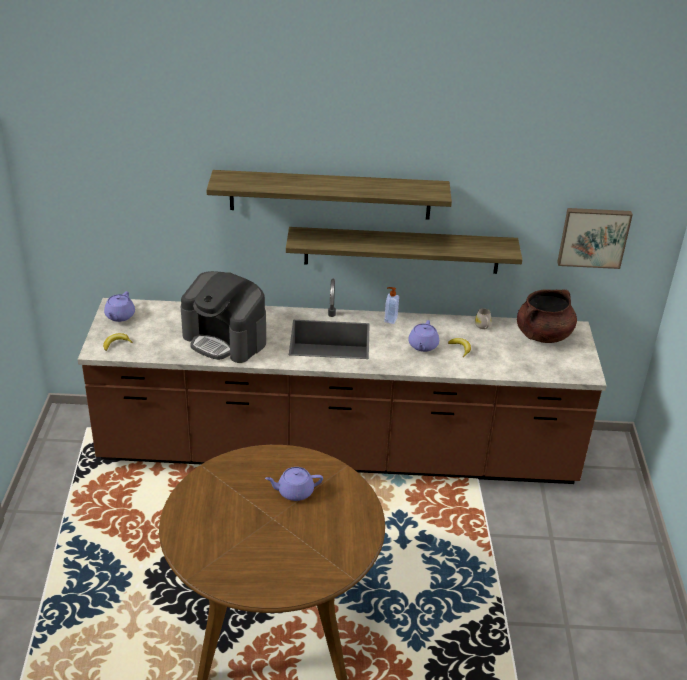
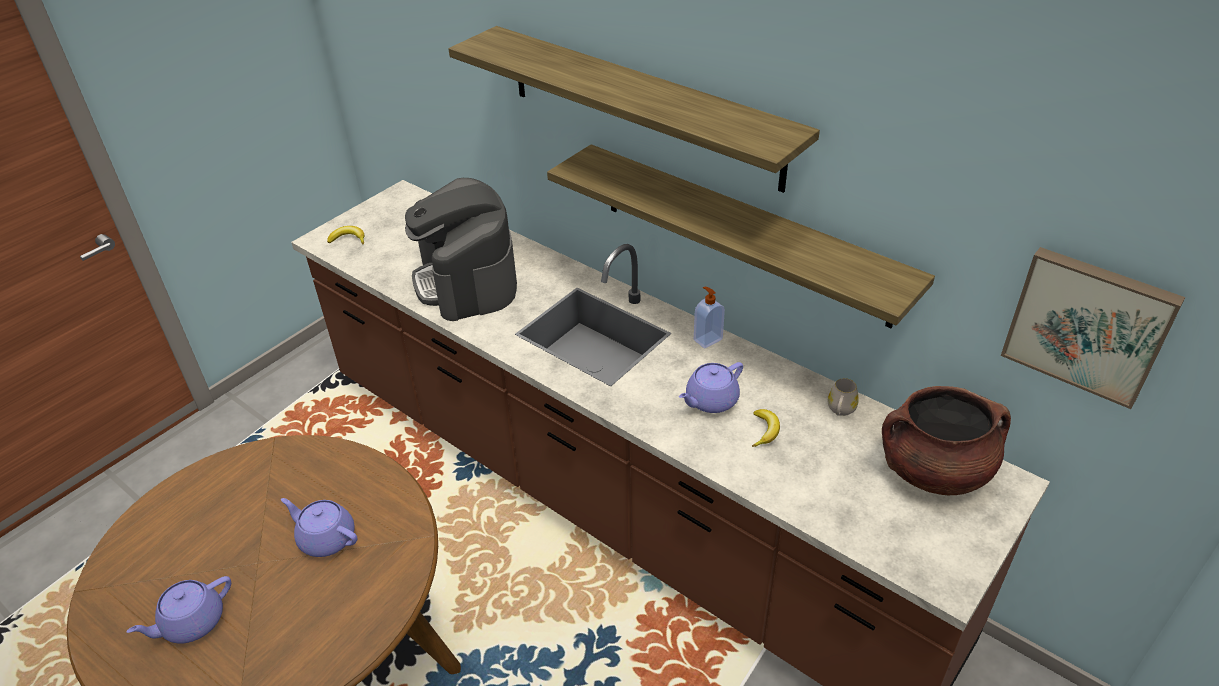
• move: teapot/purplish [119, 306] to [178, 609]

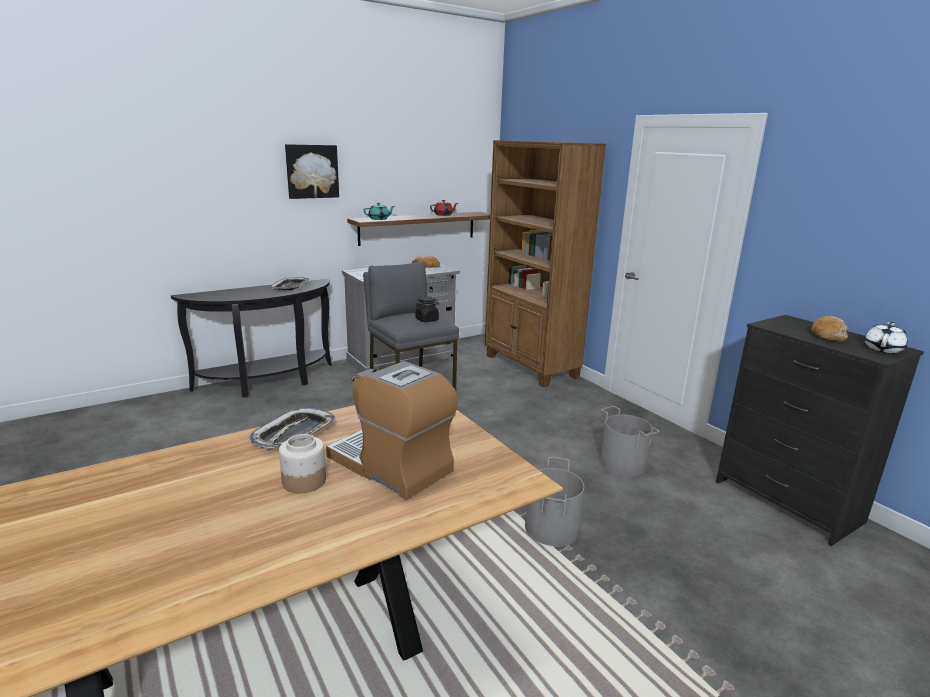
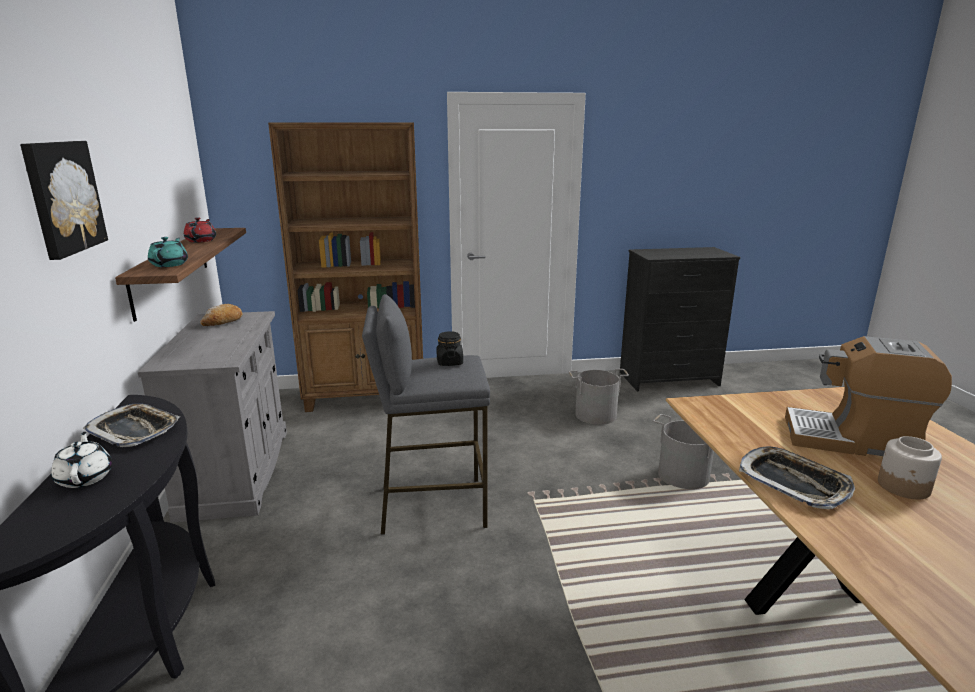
• delete: baked bread [829, 329]
• move: teapot/white [886, 337] to [81, 460]
• rotate: coffee maker [392, 430] = [868, 396] 45 degrees clockwise

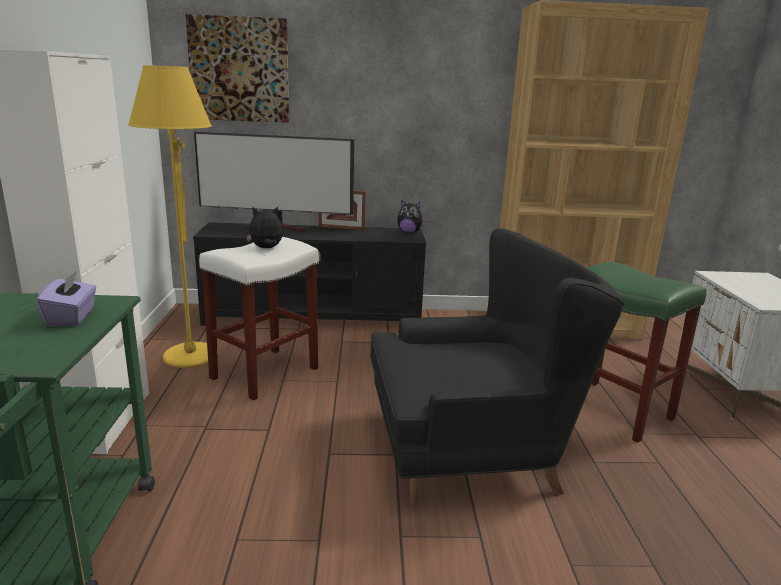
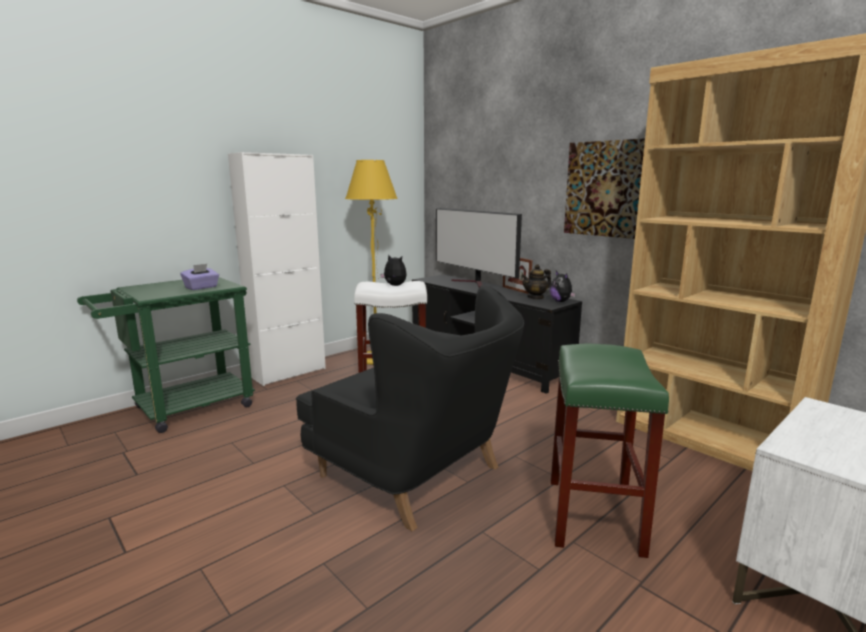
• insert: teapot [536, 282]
• move: wall picture [237, 68] to [604, 188]

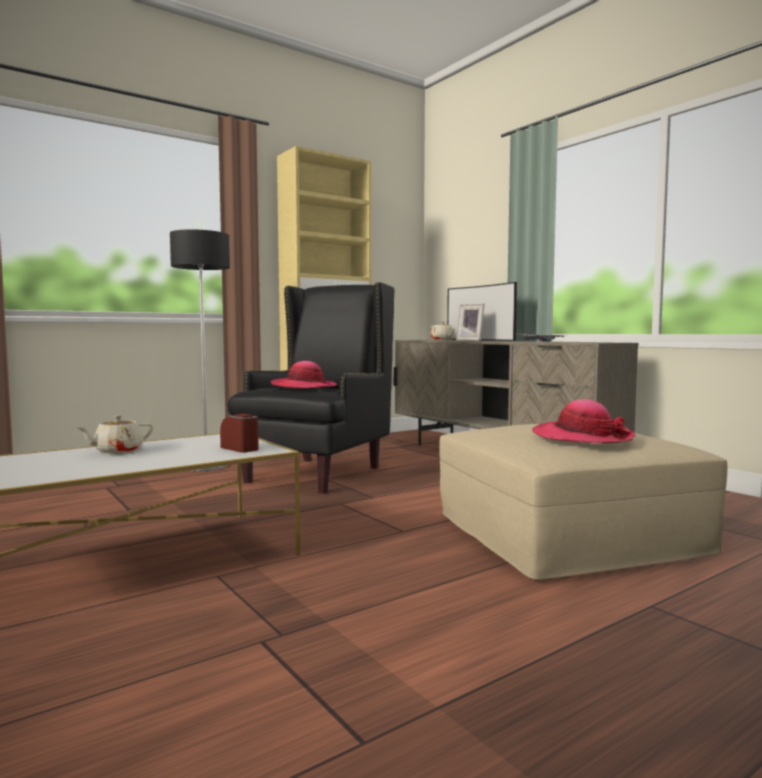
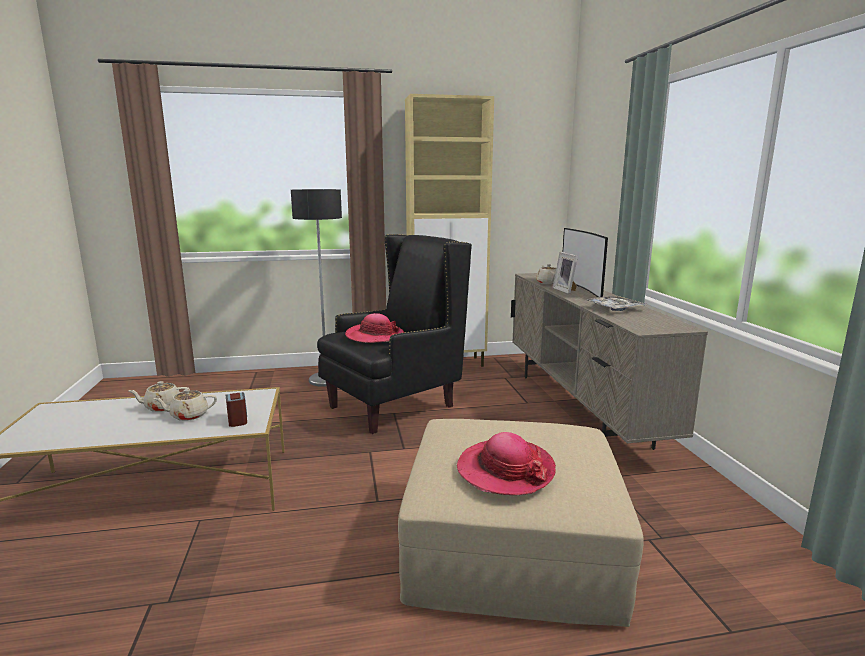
• insert: teapot/beige-coloured [185, 405]

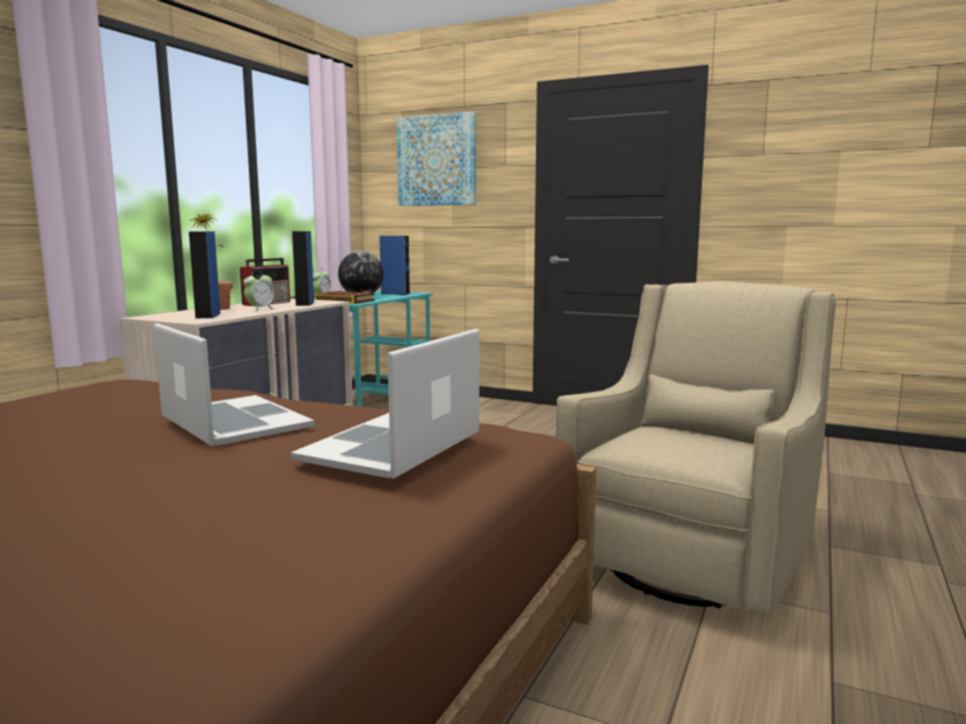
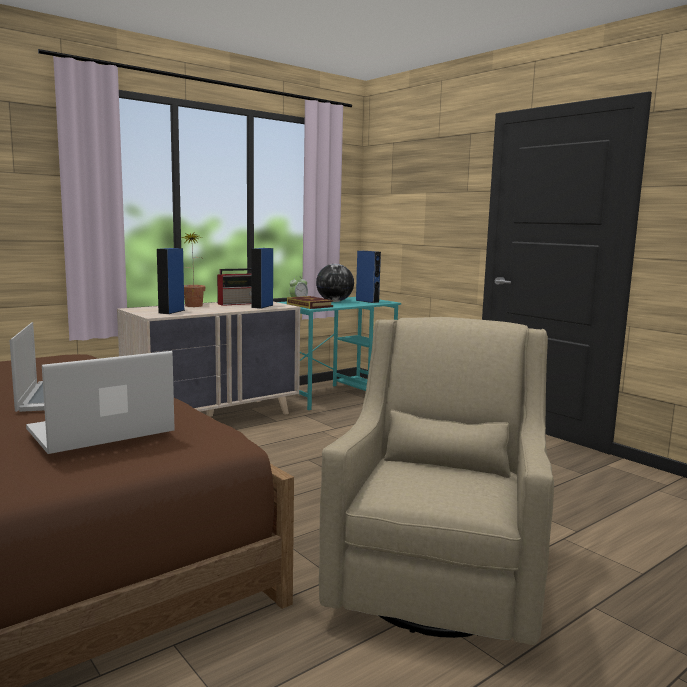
• delete: table clock [259, 291]
• delete: wall picture [436, 158]
• rotate: lounge chair/beige-coloured [695, 449] = [436, 481] 45 degrees counterclockwise

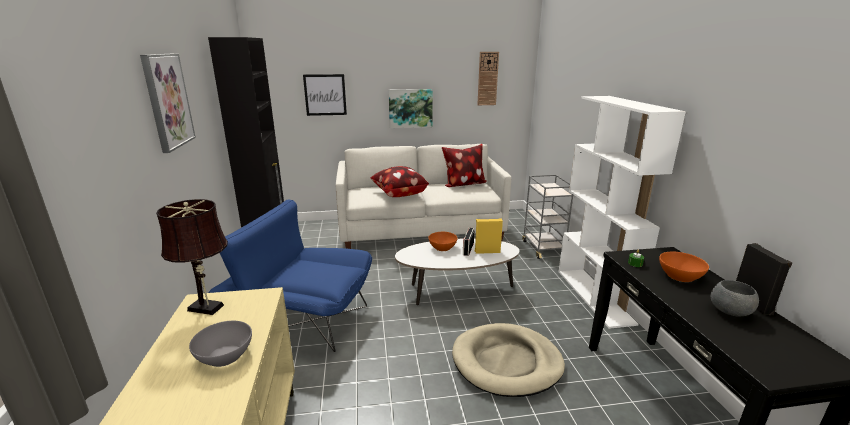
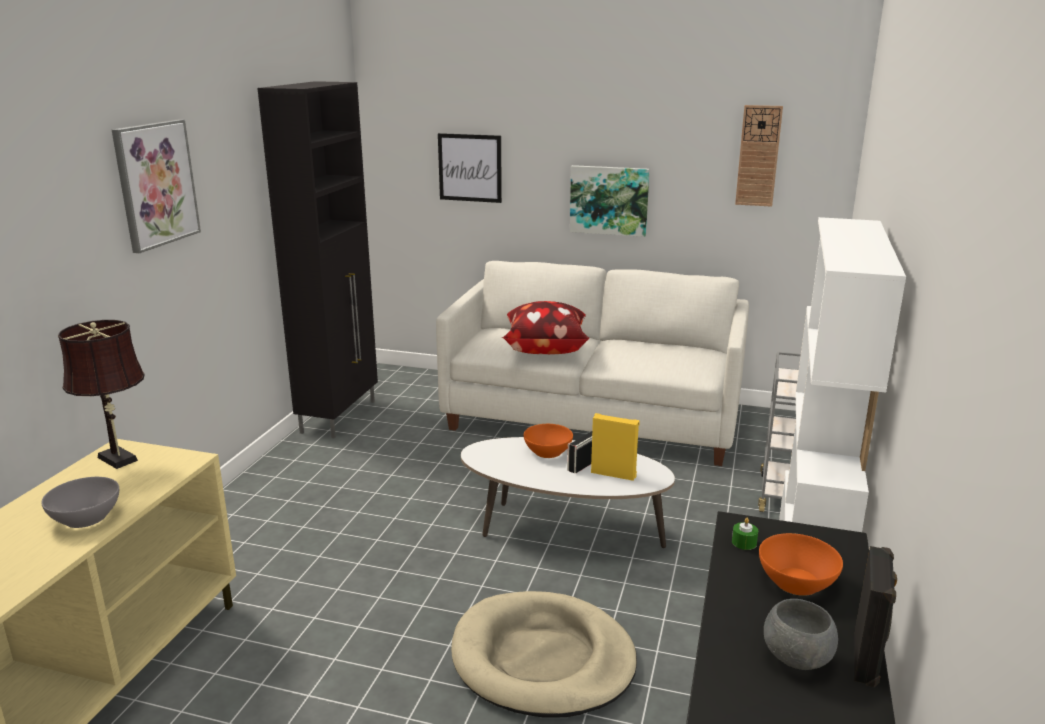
• delete: lounge chair/bluish [290, 276]
• delete: throw pillow [464, 165]

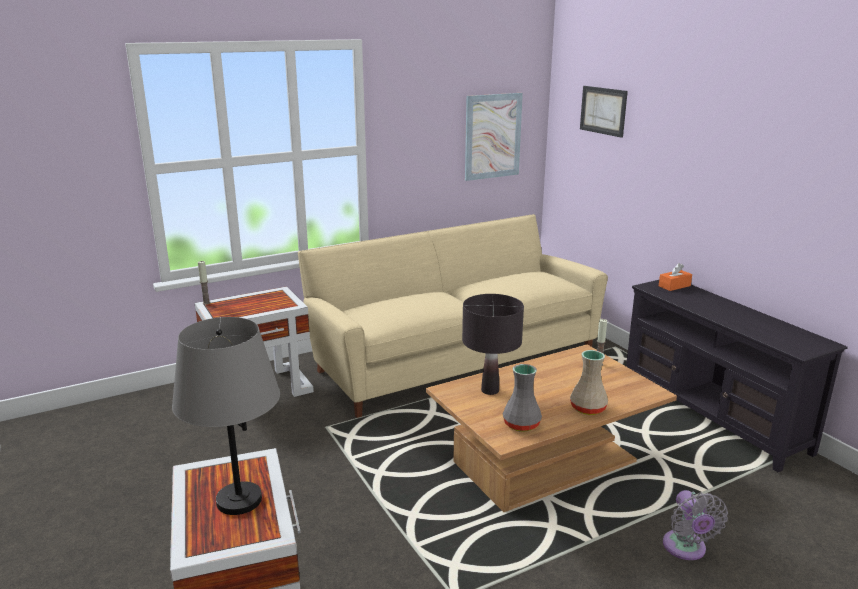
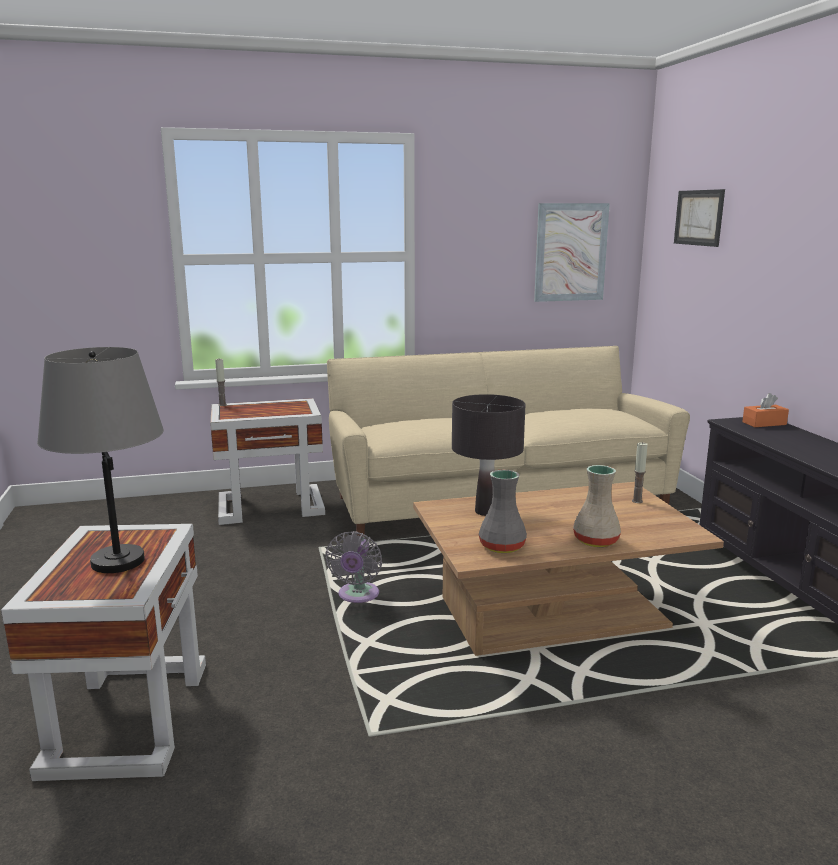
• move: fan/gray [695, 525] to [353, 567]

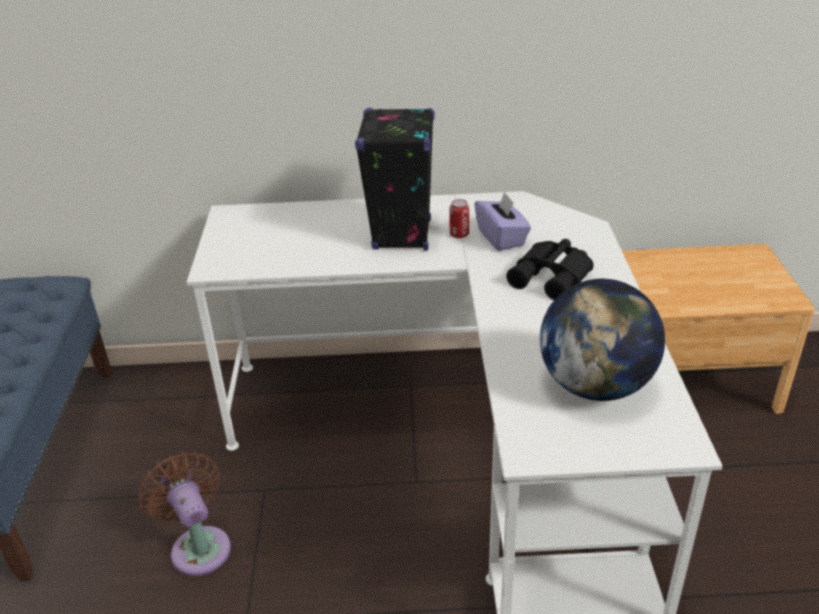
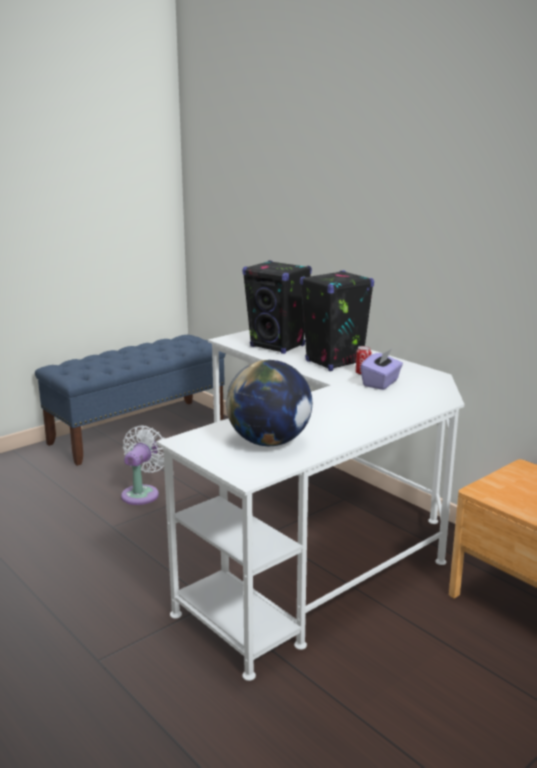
• delete: pair of binoculars/black [549, 269]
• insert: audio speaker/black [277, 307]
• recolor: fan/brownish [184, 514] to fan/white [142, 465]

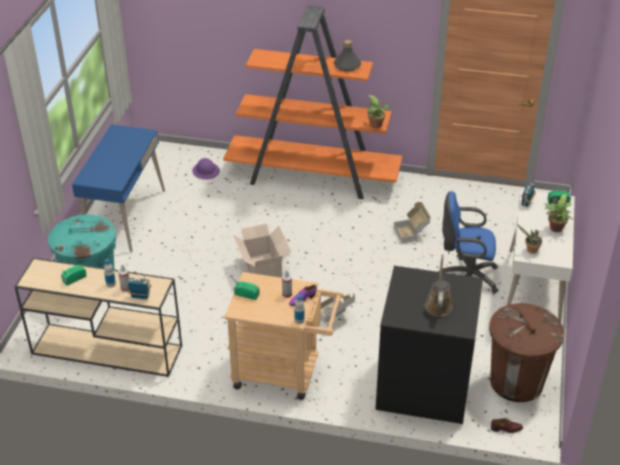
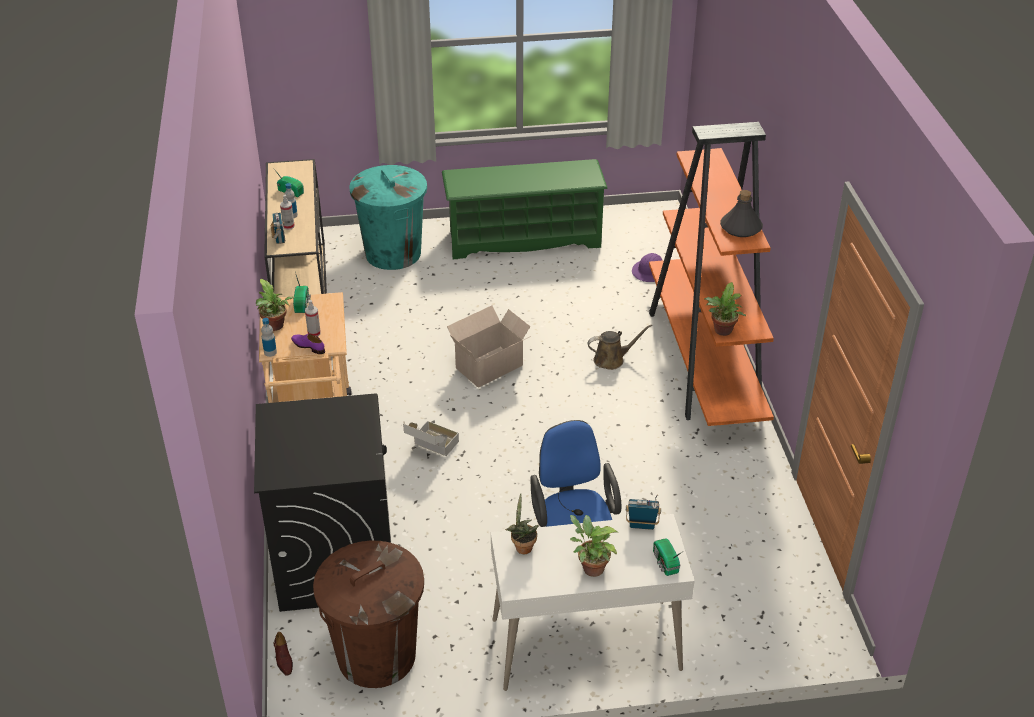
• delete: carton [411, 222]
• insert: houseplant [275, 305]
• move: watering pot/brownish [438, 285] to [619, 347]
• replace: desk unit/bluish [118, 188] to shoe stand/green-coloured [525, 209]

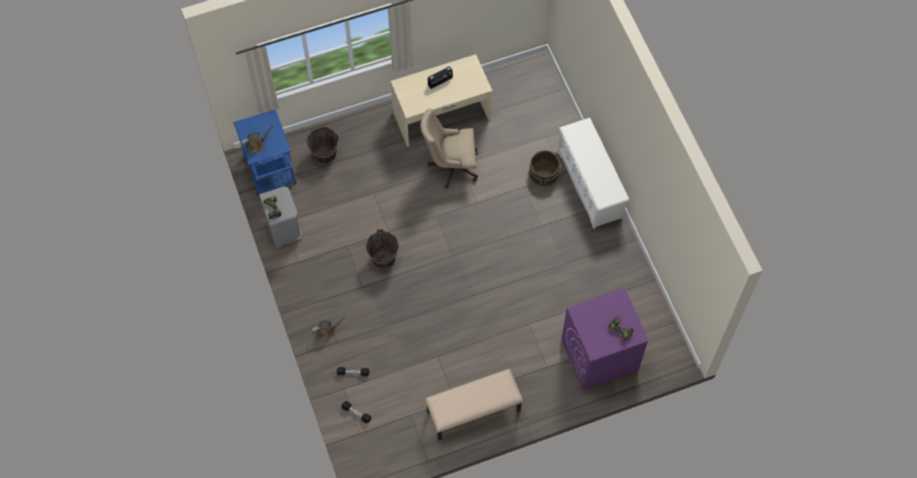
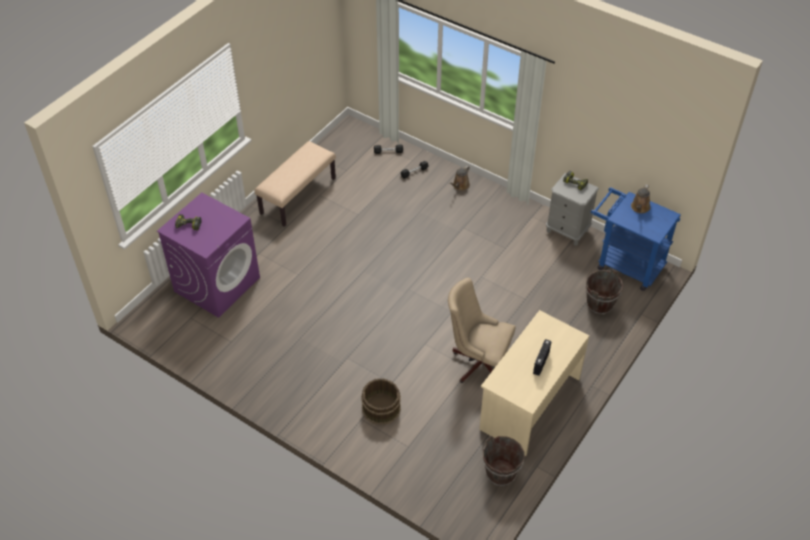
• delete: shoe stand/white [593, 173]
• move: bucket/brownish [382, 249] to [504, 461]
• rotate: computer chair/beige-coloured [449, 149] = [482, 330] 120 degrees counterclockwise

